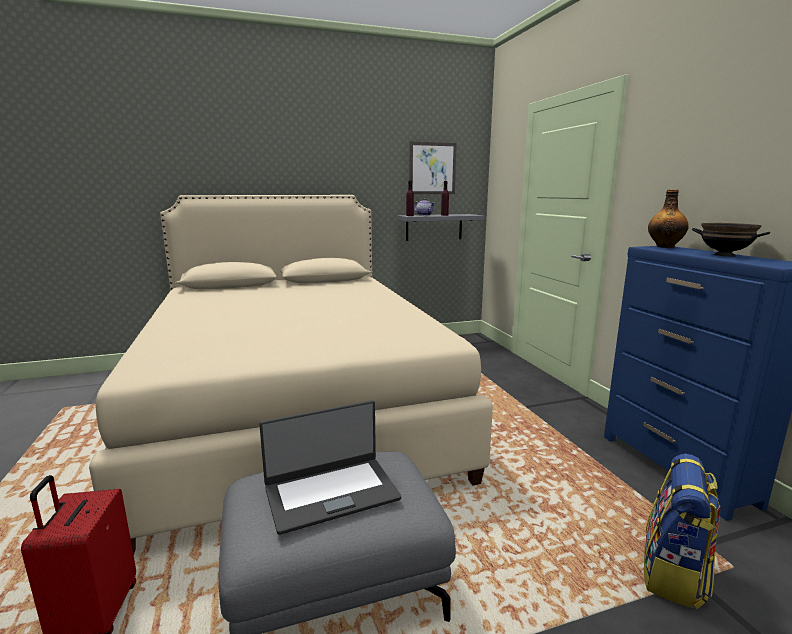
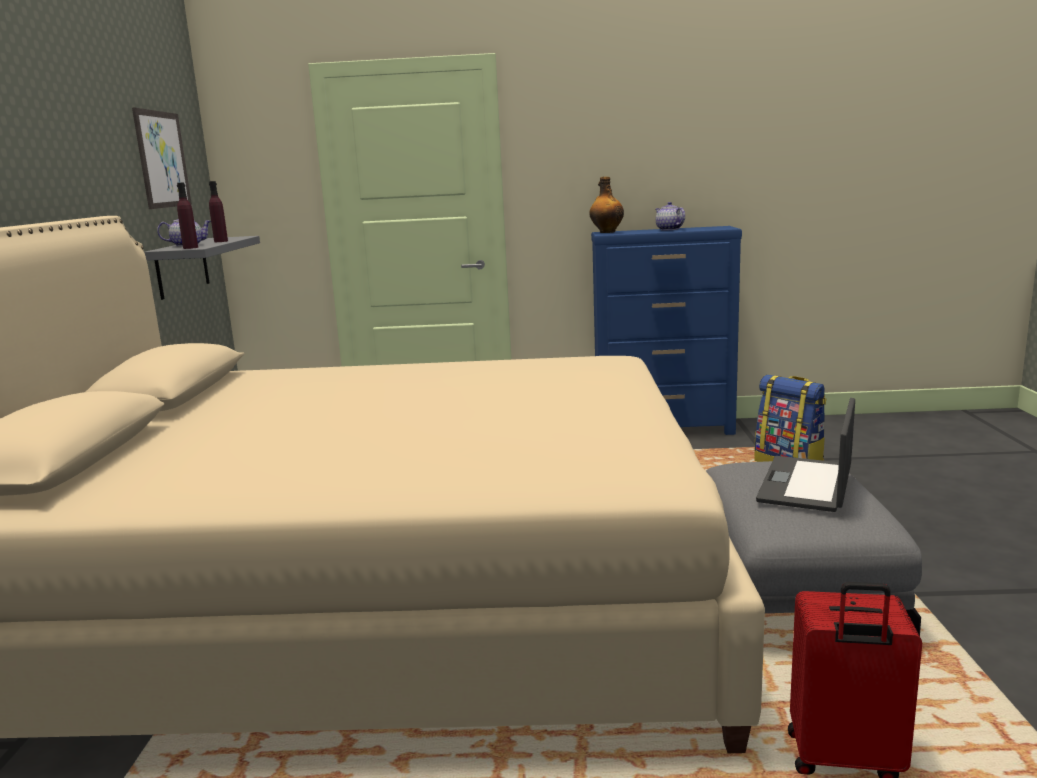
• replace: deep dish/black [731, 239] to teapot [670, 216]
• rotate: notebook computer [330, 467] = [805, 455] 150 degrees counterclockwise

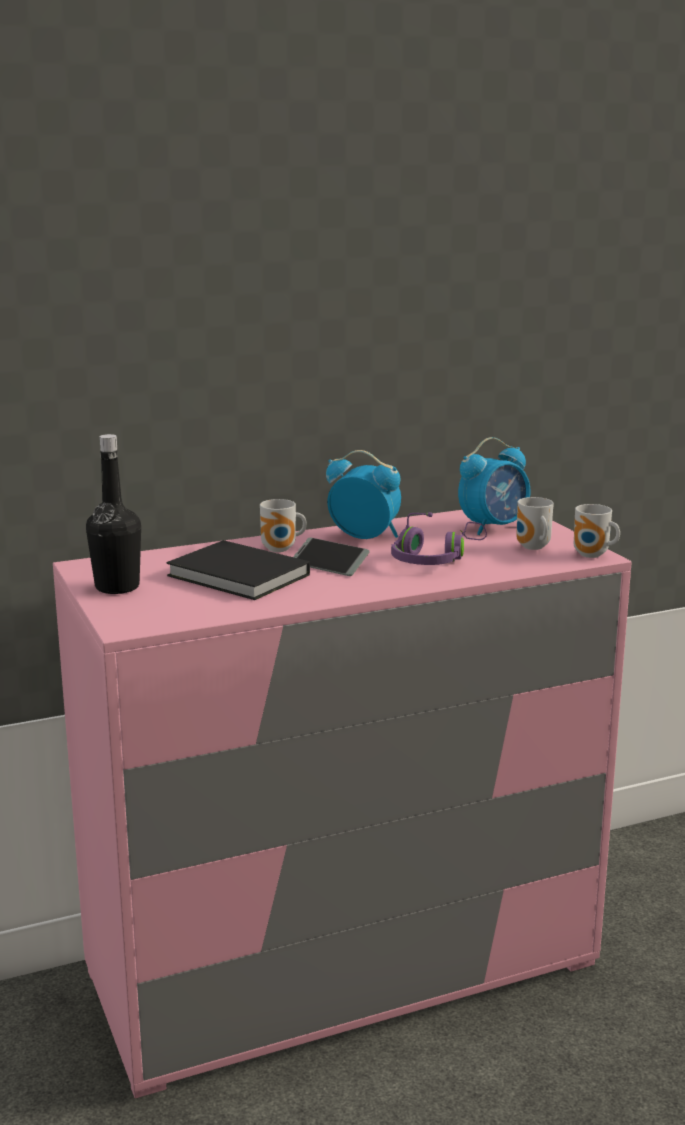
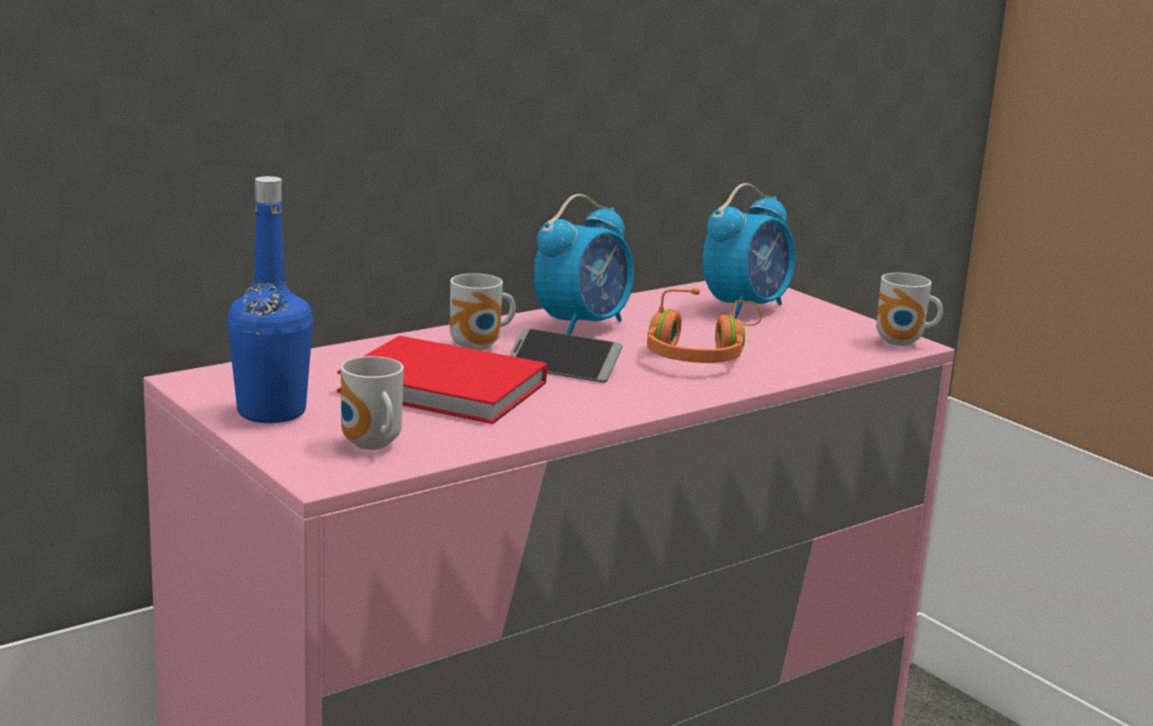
• move: coffee mug [535, 523] to [372, 403]
• recolor: beverage bottle/black [113, 514] to beverage bottle/bluish [270, 299]
• recolor: volume/black [238, 570] to volume/reddish [442, 380]
• recolor: pair of headphones/purplish [439, 538] to pair of headphones/orange-coloured [704, 325]
• rotate: table clock [363, 494] = [584, 264] 120 degrees clockwise

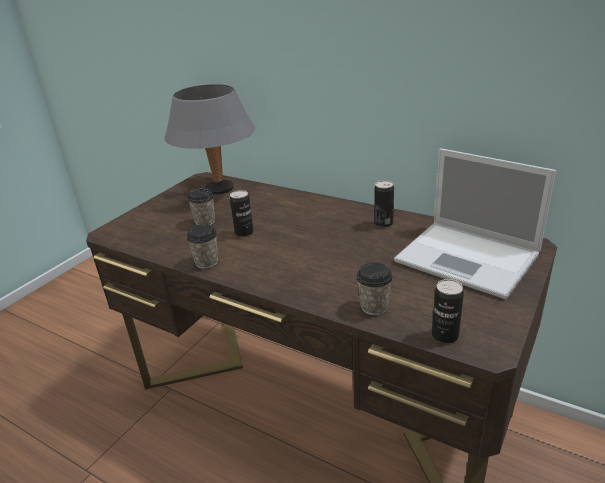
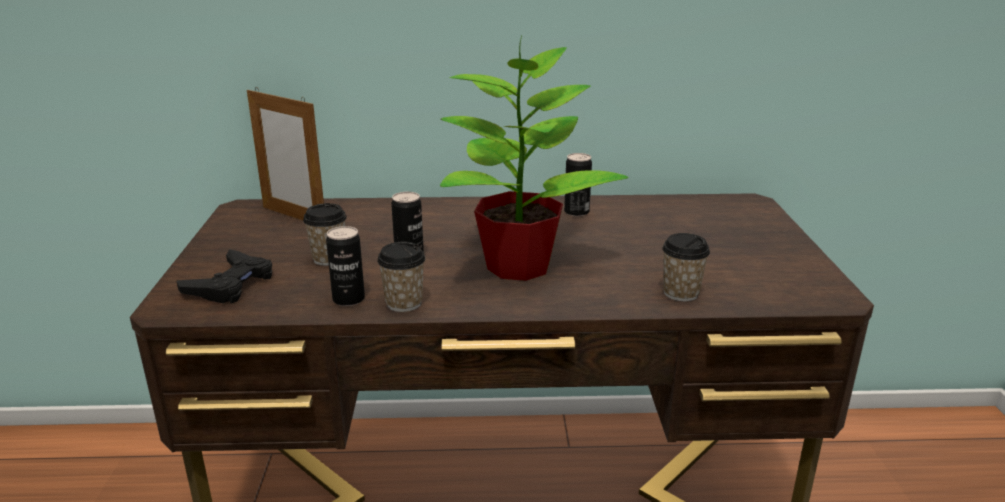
• delete: notebook computer [475, 223]
• insert: gamepad/black [224, 276]
• insert: houseplant [534, 158]
• move: can [448, 311] to [345, 266]
• replace: tabletop lamp/gray [209, 139] to photo frame [285, 153]

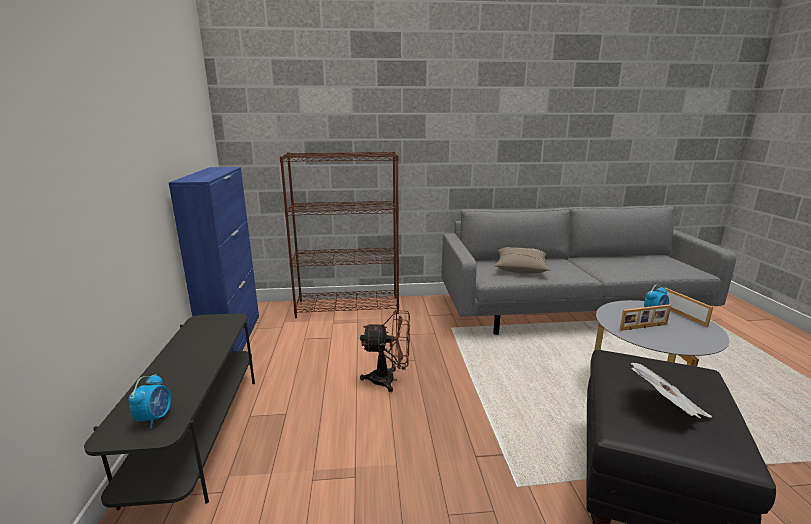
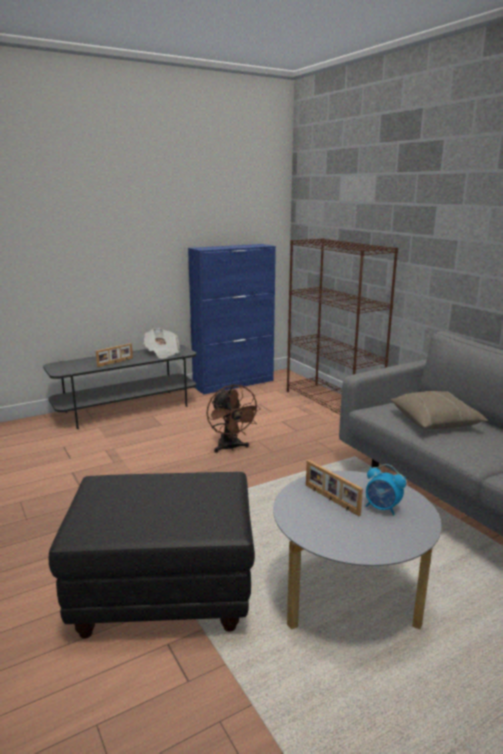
• delete: table clock [150, 401]
• move: daily paper [671, 390] to [162, 343]
• move: photo frame [689, 307] to [114, 355]

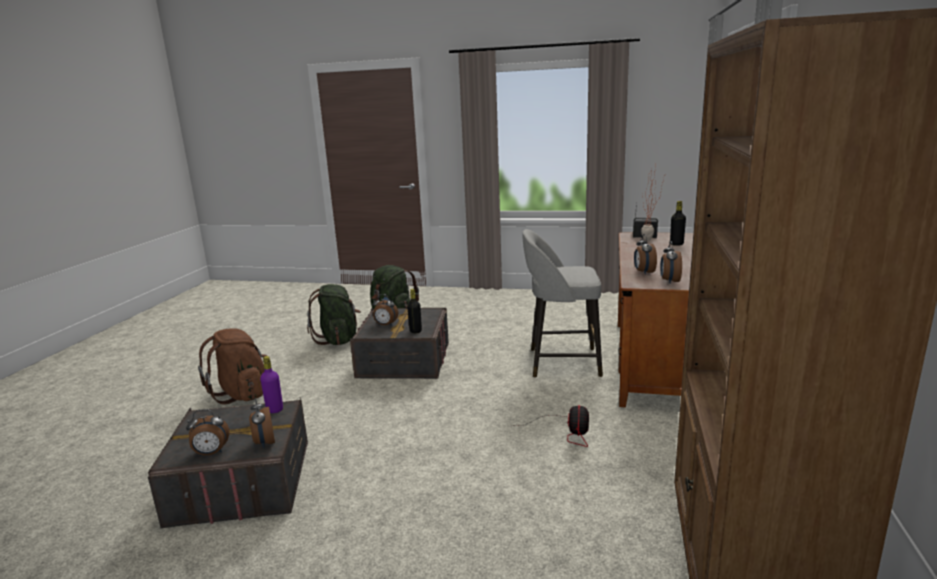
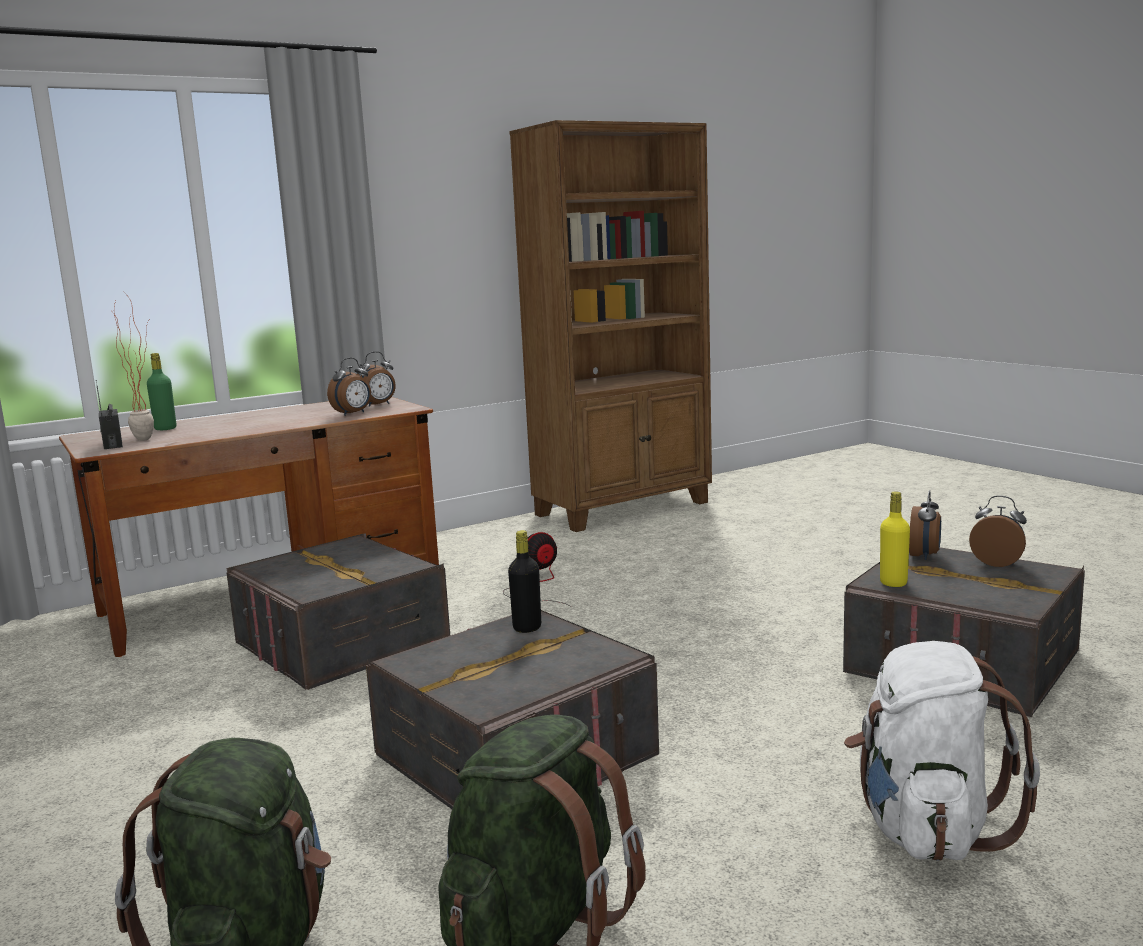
• delete: table clock [385, 310]
• replace: stool/gray [562, 303] to storage container/gray [338, 611]
• recolor: rucksack/brownish [232, 366] to rucksack/white [942, 751]
• recolor: beverage bottle/purplish [271, 384] to beverage bottle/yellow [895, 539]
• recolor: beverage bottle/black [678, 223] to beverage bottle/green-coloured [161, 391]

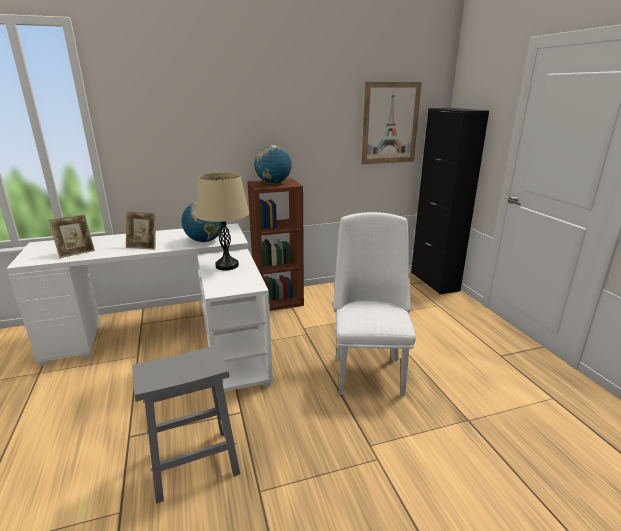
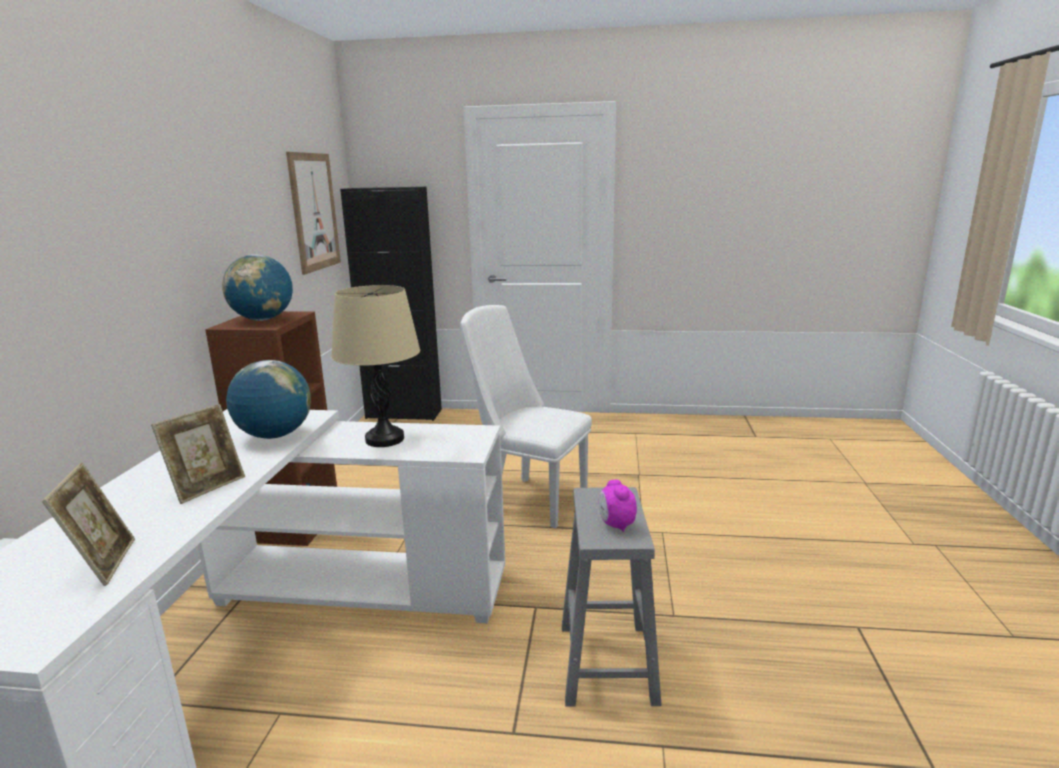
• insert: table clock [618, 506]

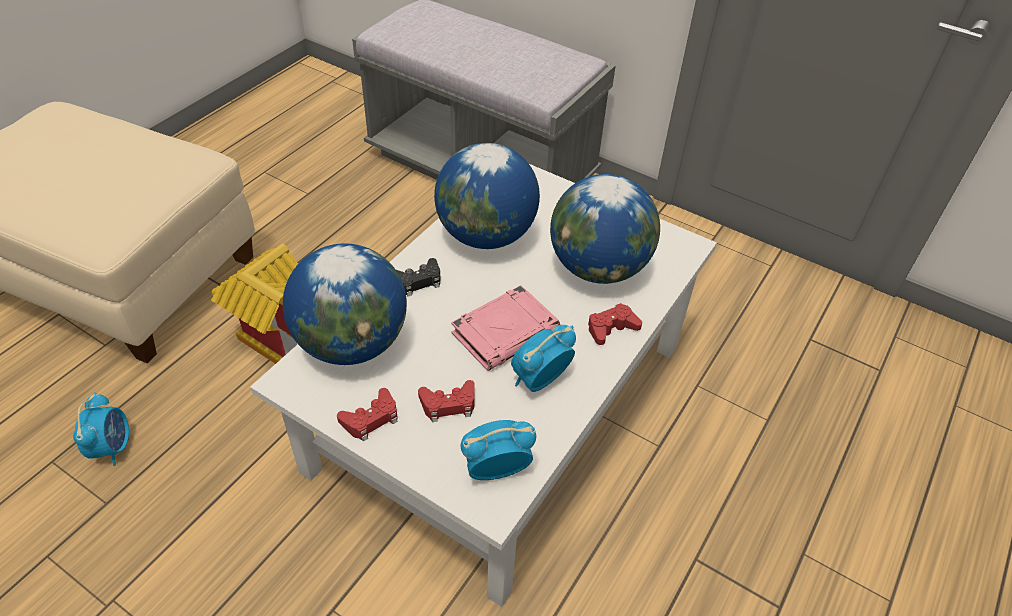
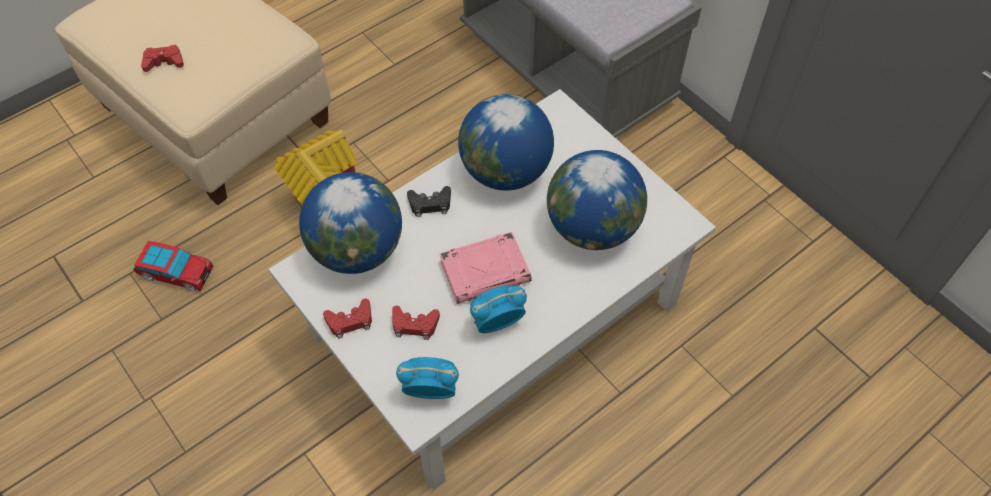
• move: gamepad/reddish [615, 324] to [162, 58]
• replace: table clock [101, 429] to model car [173, 266]

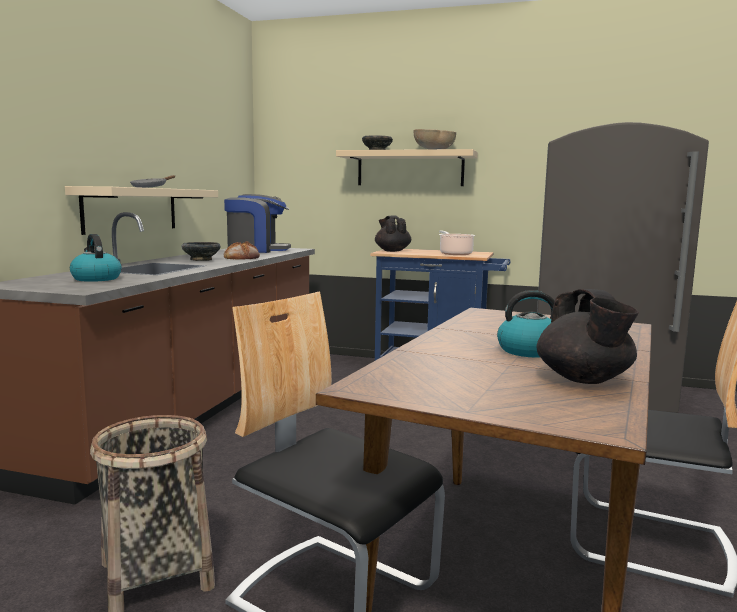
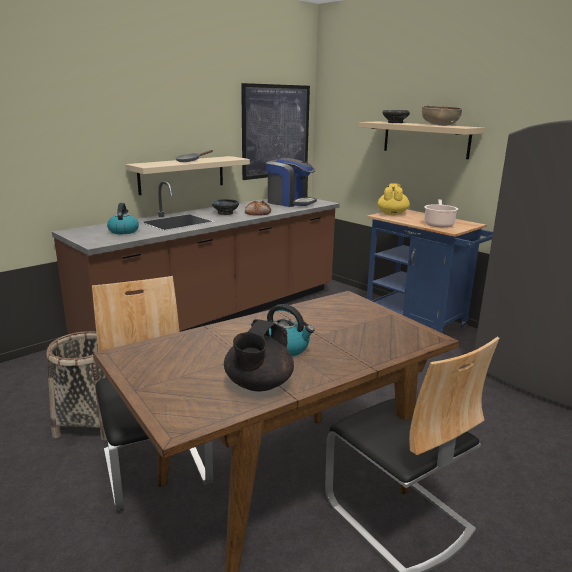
• insert: wall picture [275, 131]
• recolor: teapot/black [393, 234] to teapot/yellow [394, 199]

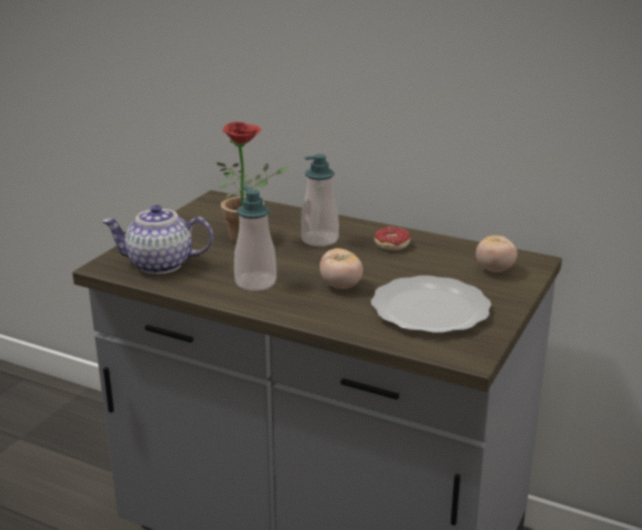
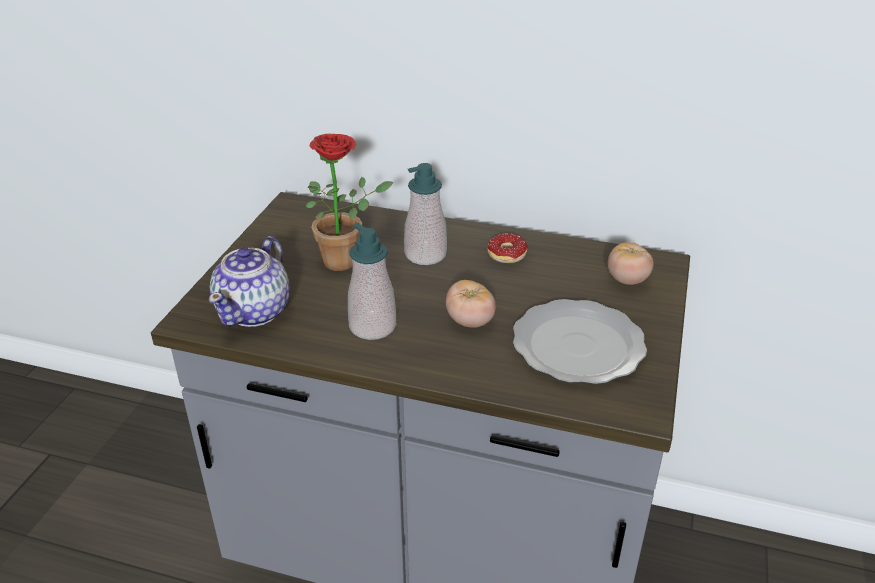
• rotate: teapot [157, 239] = [249, 281] 60 degrees counterclockwise

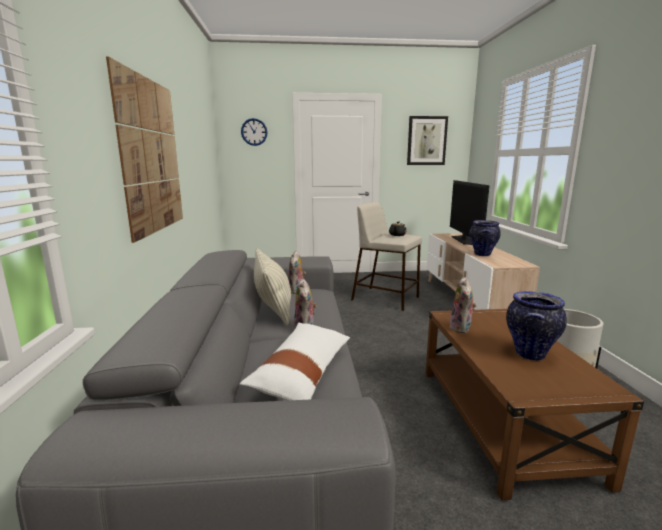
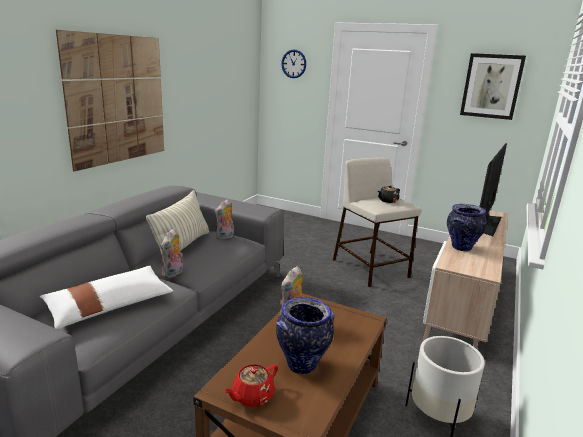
• insert: teapot/reddish [251, 385]

